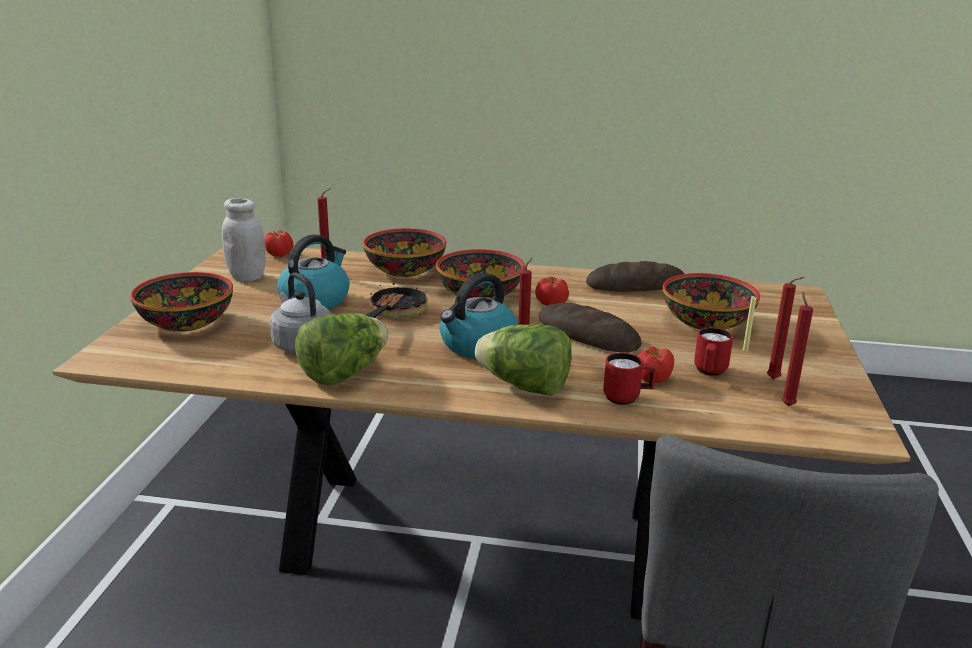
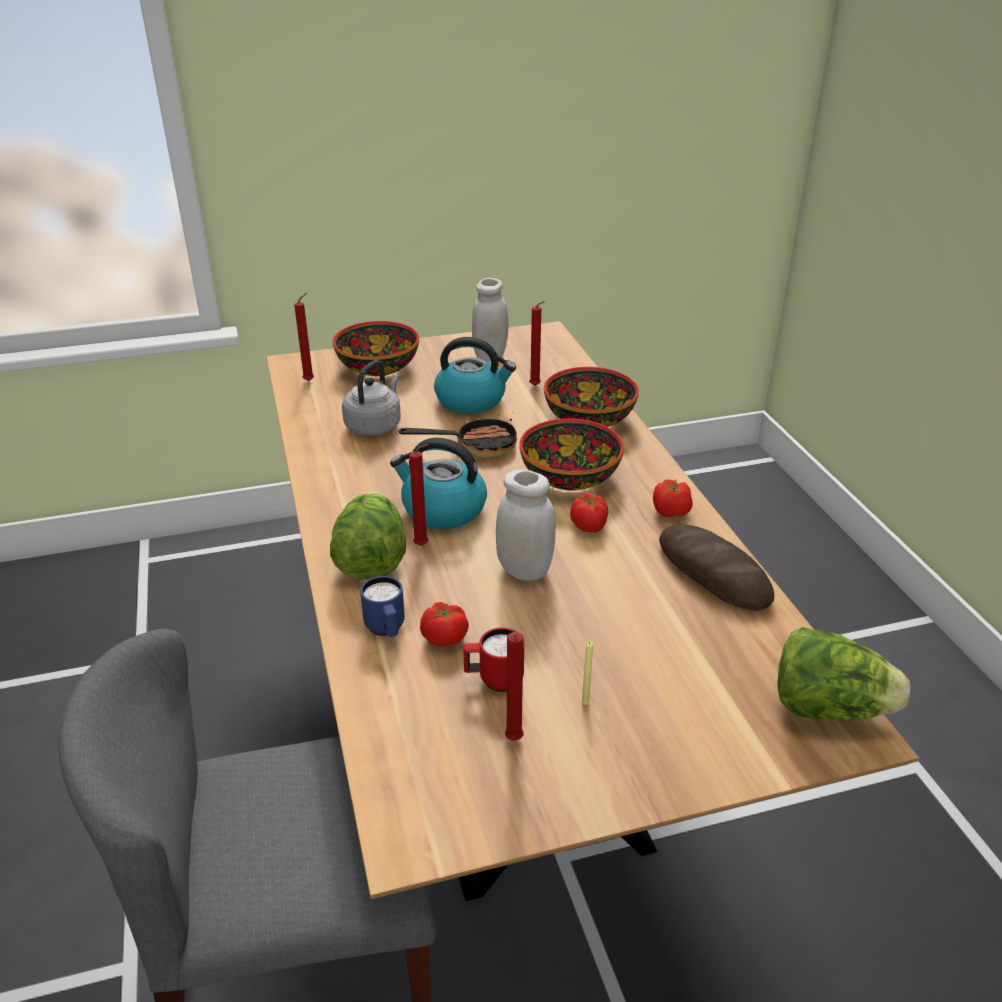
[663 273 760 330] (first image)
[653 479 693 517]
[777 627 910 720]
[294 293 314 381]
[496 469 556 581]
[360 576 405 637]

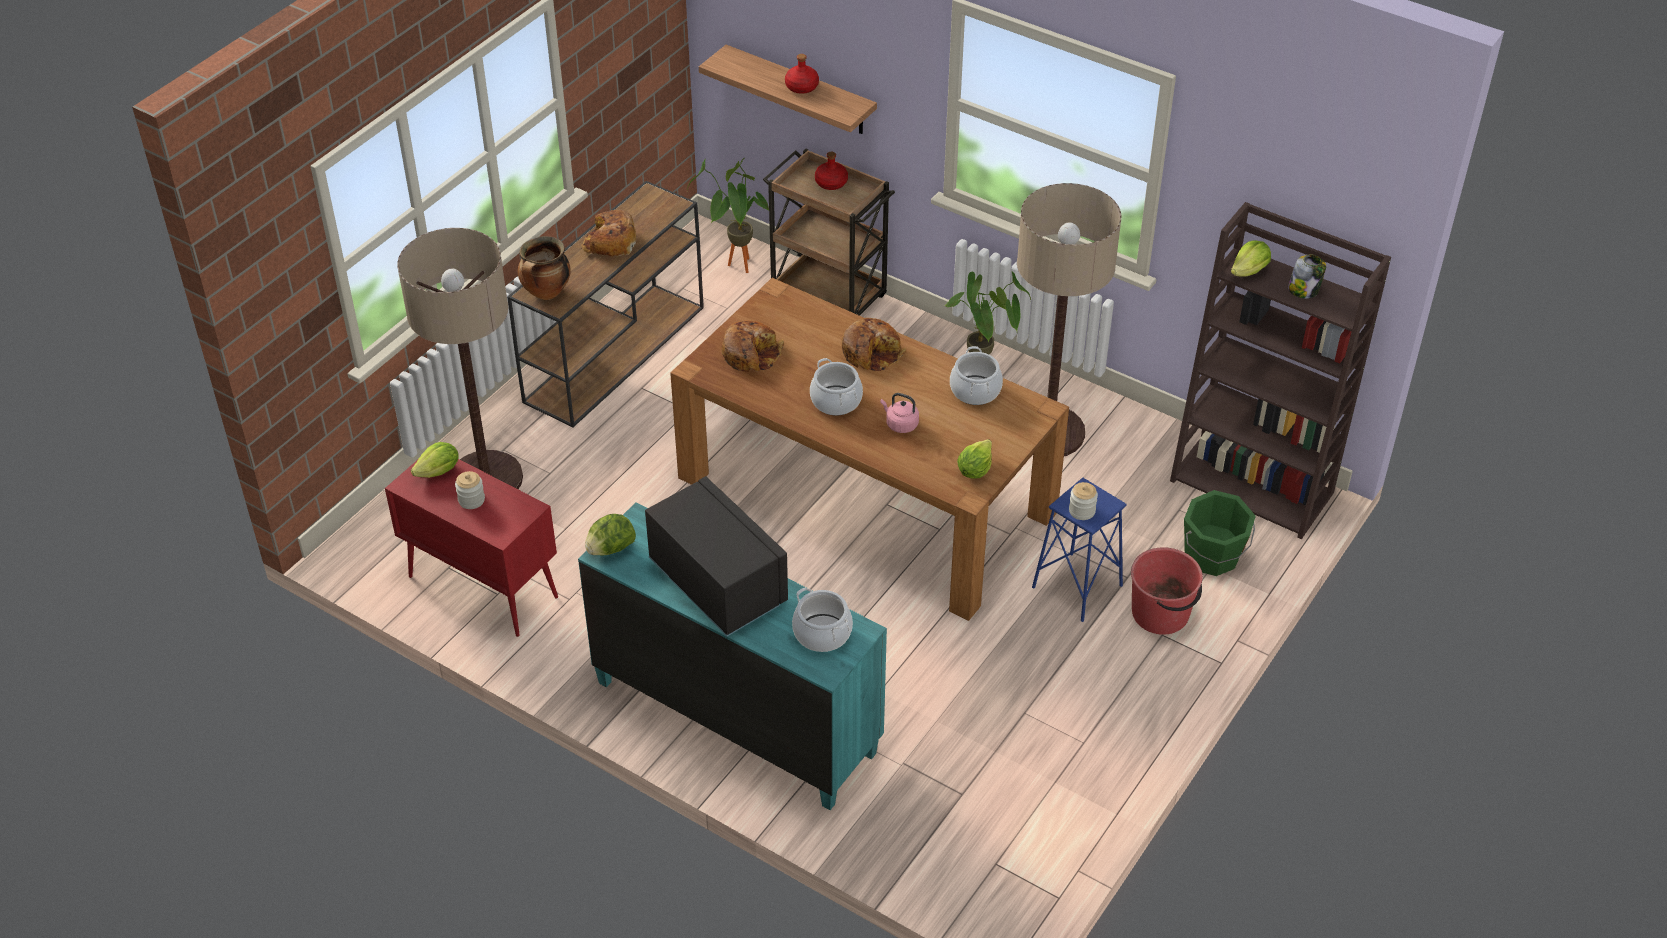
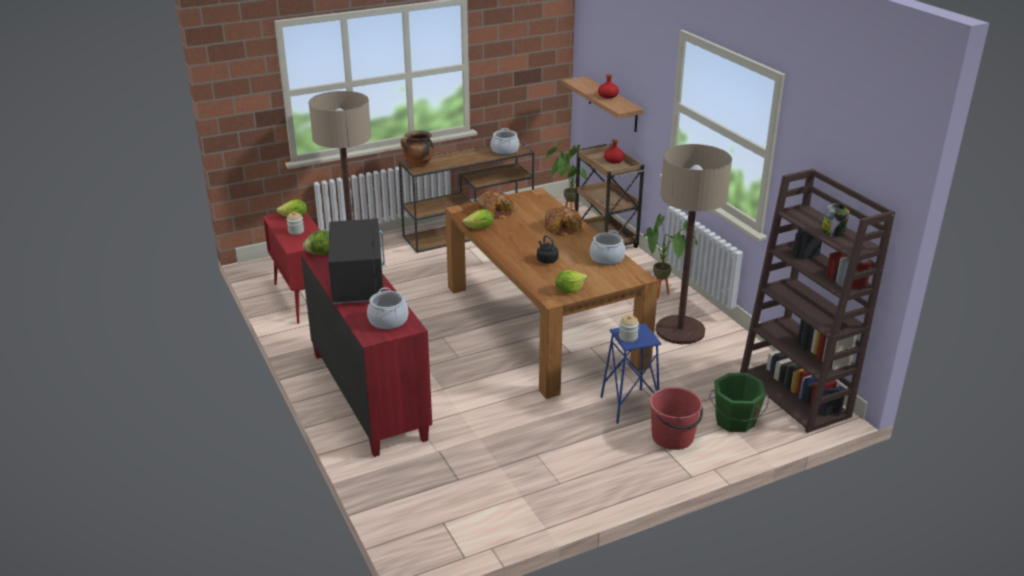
[581 210 637 257] (first image)
[491 128 519 155]
[462 209 494 229]
[301 252 432 457]
[537 235 559 264]

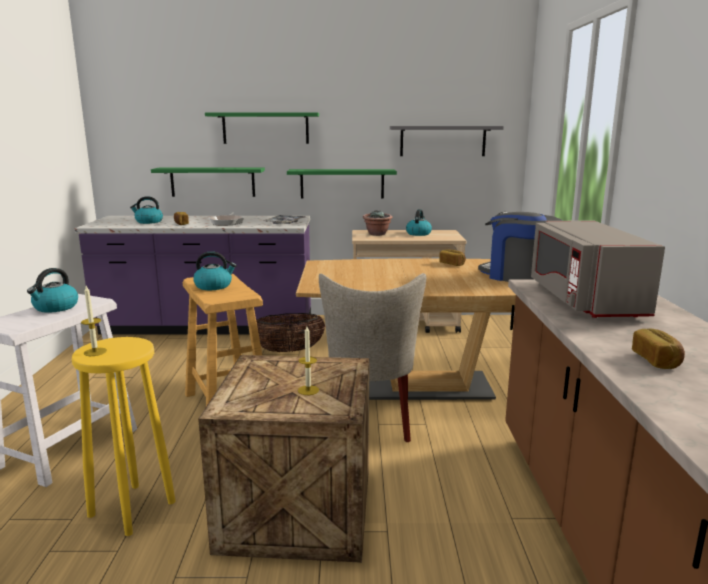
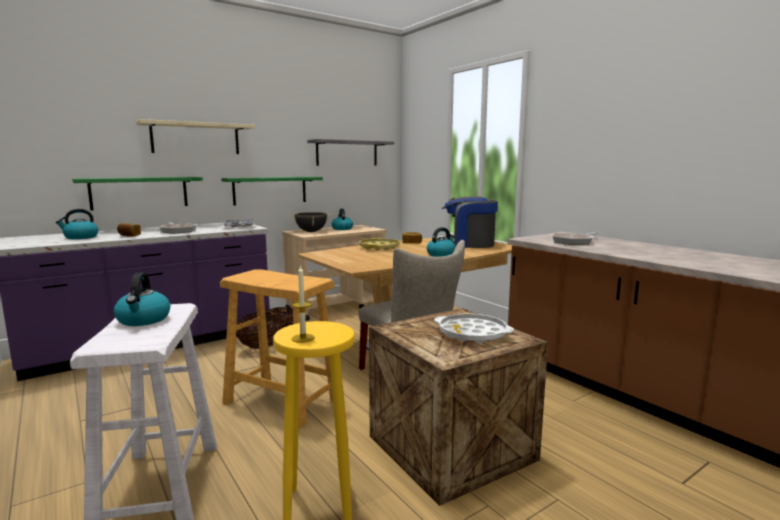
[632 329 685 369] (first image)
[359 238 400 250]
[427 227 456 257]
[434 314 514 343]
[291 212 331 232]
[552 232 598 245]
[136 119 255 154]

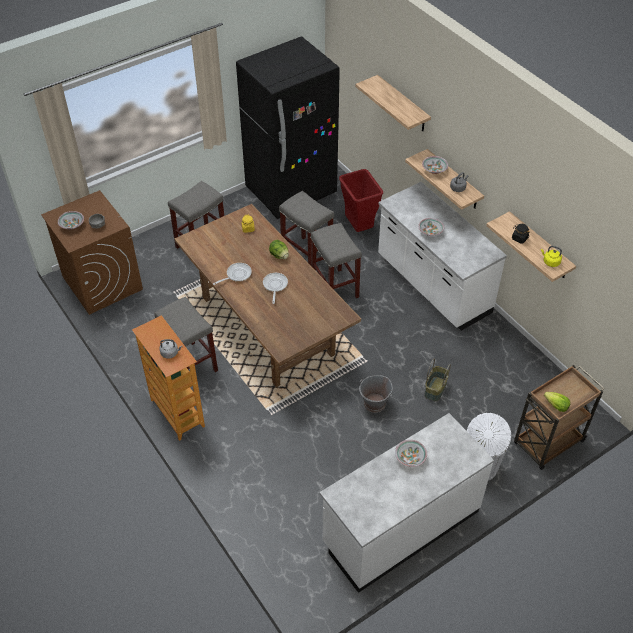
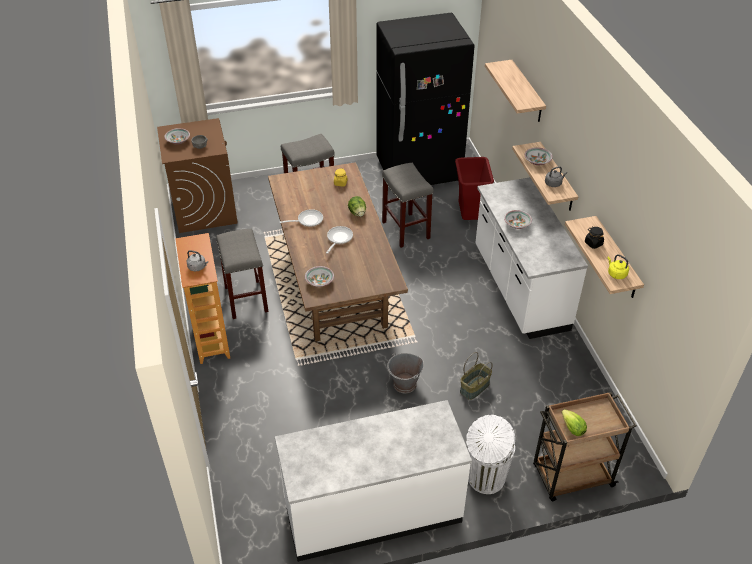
[310 223 362 298] (first image)
[305 266 334 287]

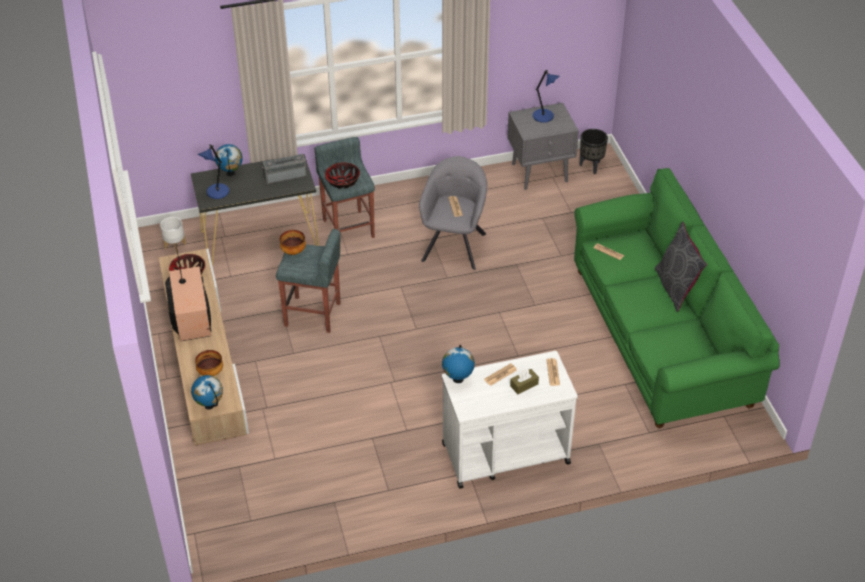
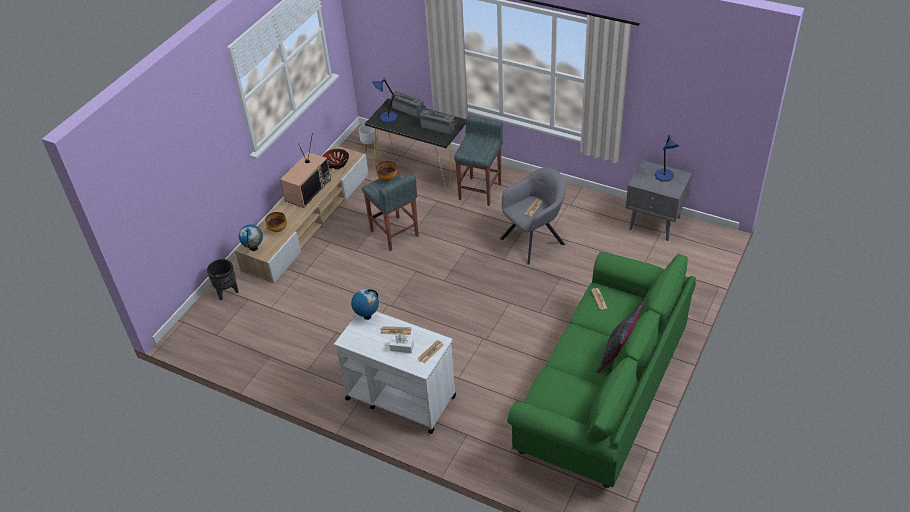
[325 162 360 189] (first image)
[207 259 239 300]
[391 91 426 118]
[389 335 414 353]

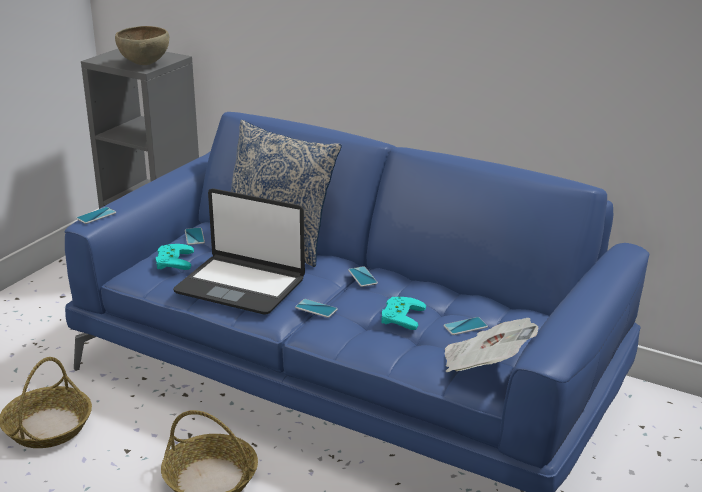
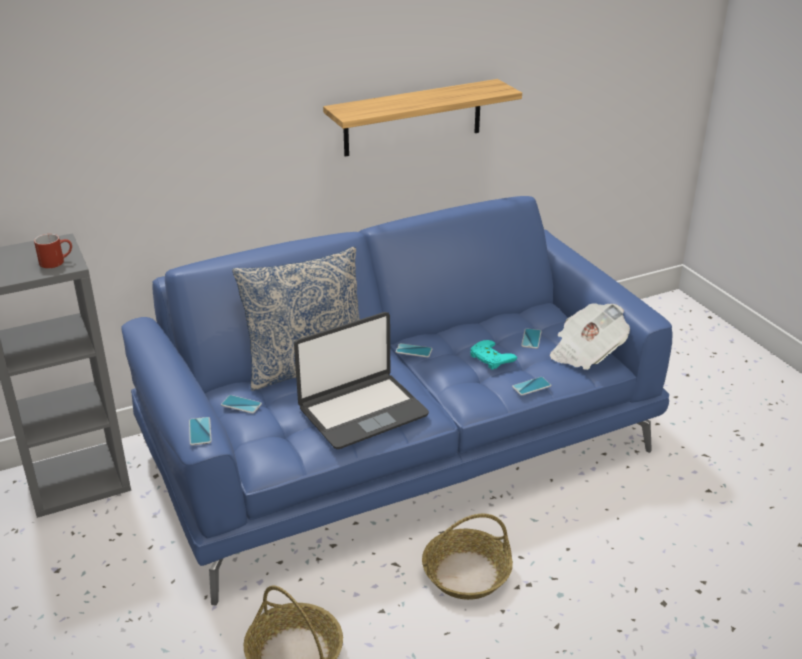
[156 244 194 270] (first image)
[323 79 522 157]
[512 377 551 396]
[34 234 72 268]

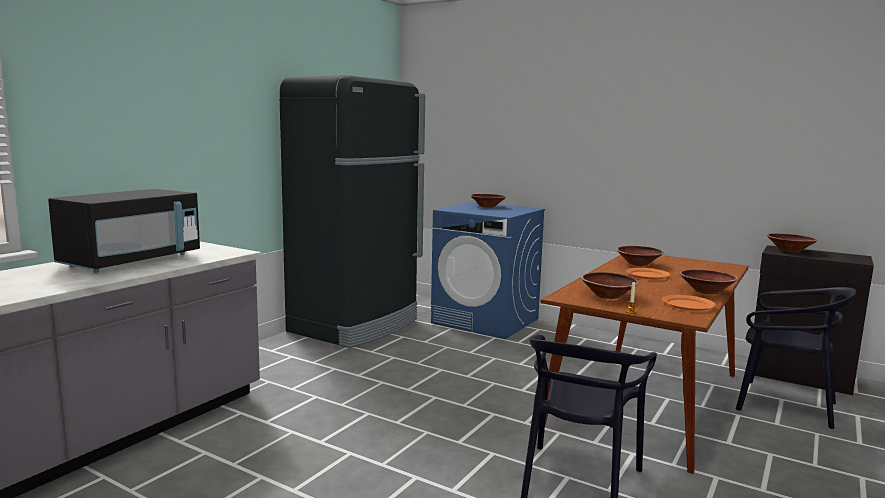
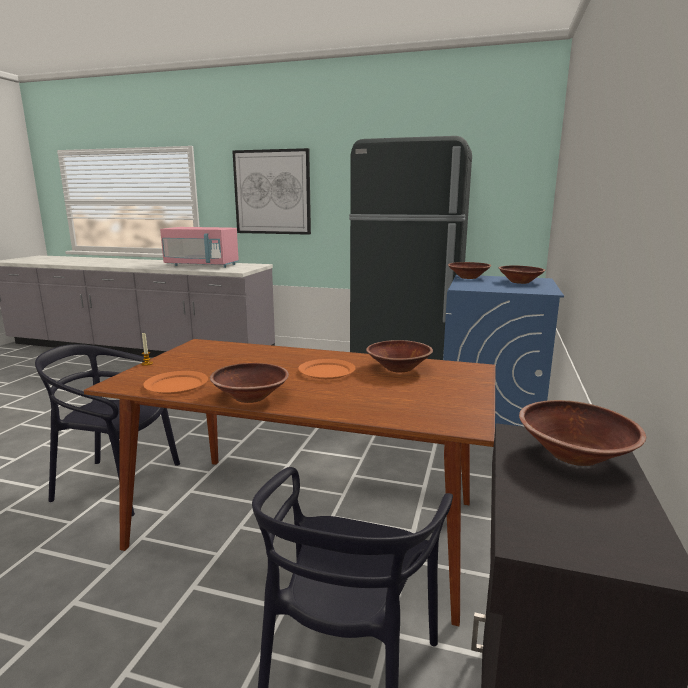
[232 148 311 235]
[448 262 491 279]
[160 227 239 268]

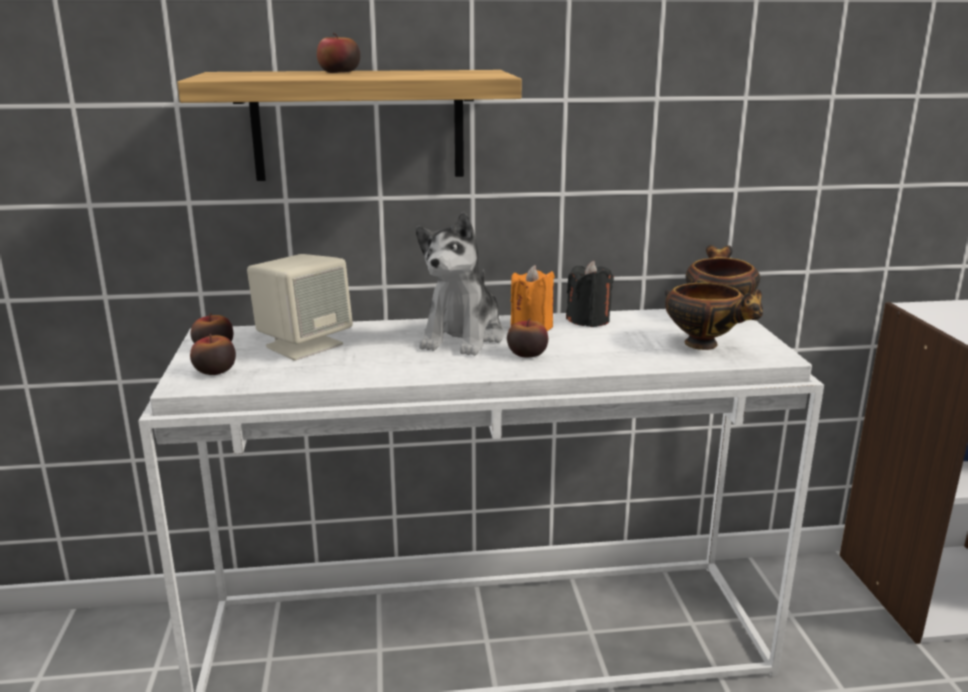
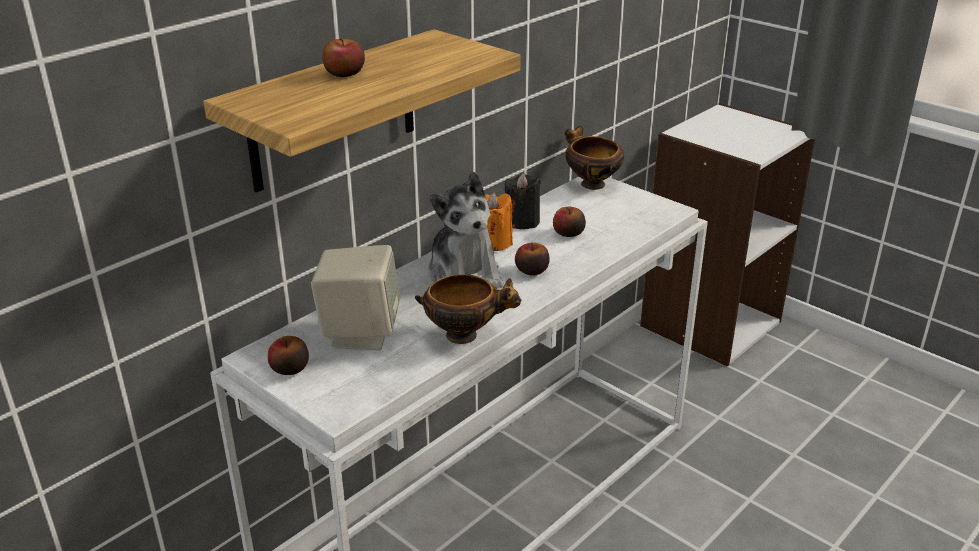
[553 207 586 237]
[415 274 522 344]

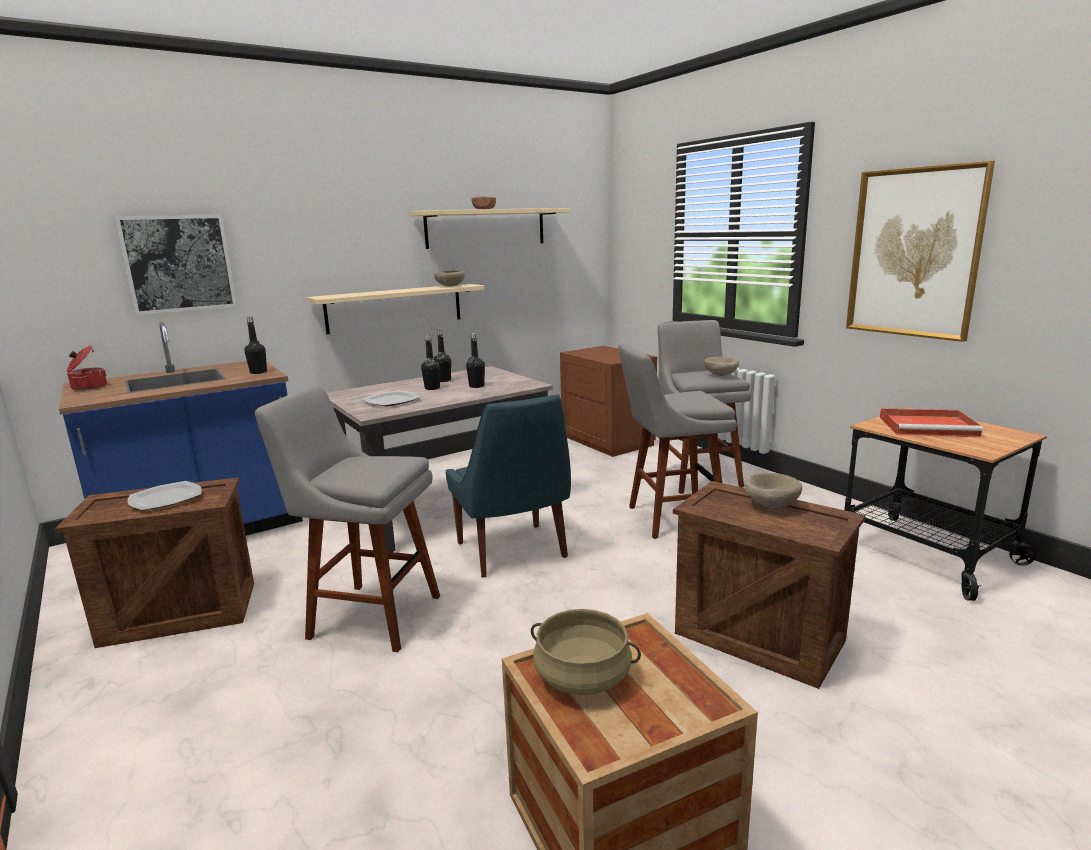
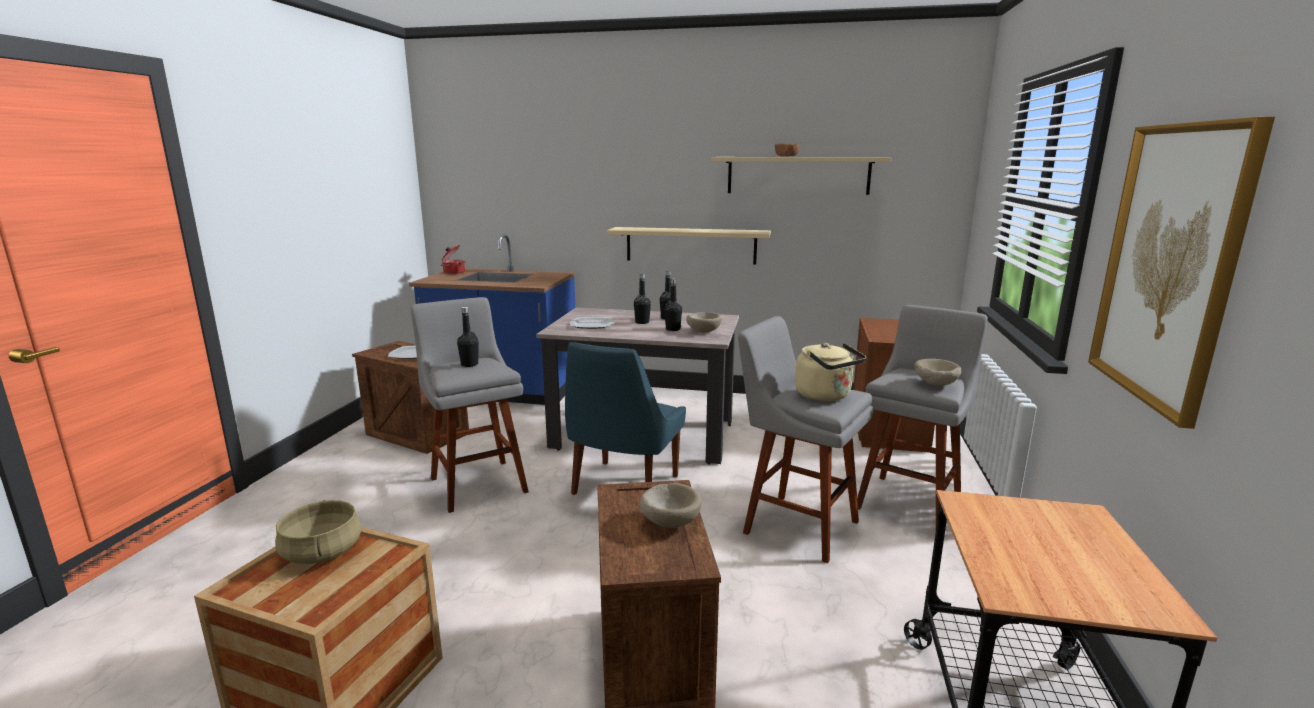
[115 214 237 315] (first image)
[880 408 983 437] (first image)
[795 343 866 401]
[457 307 478 367]
[686 312 722 333]

